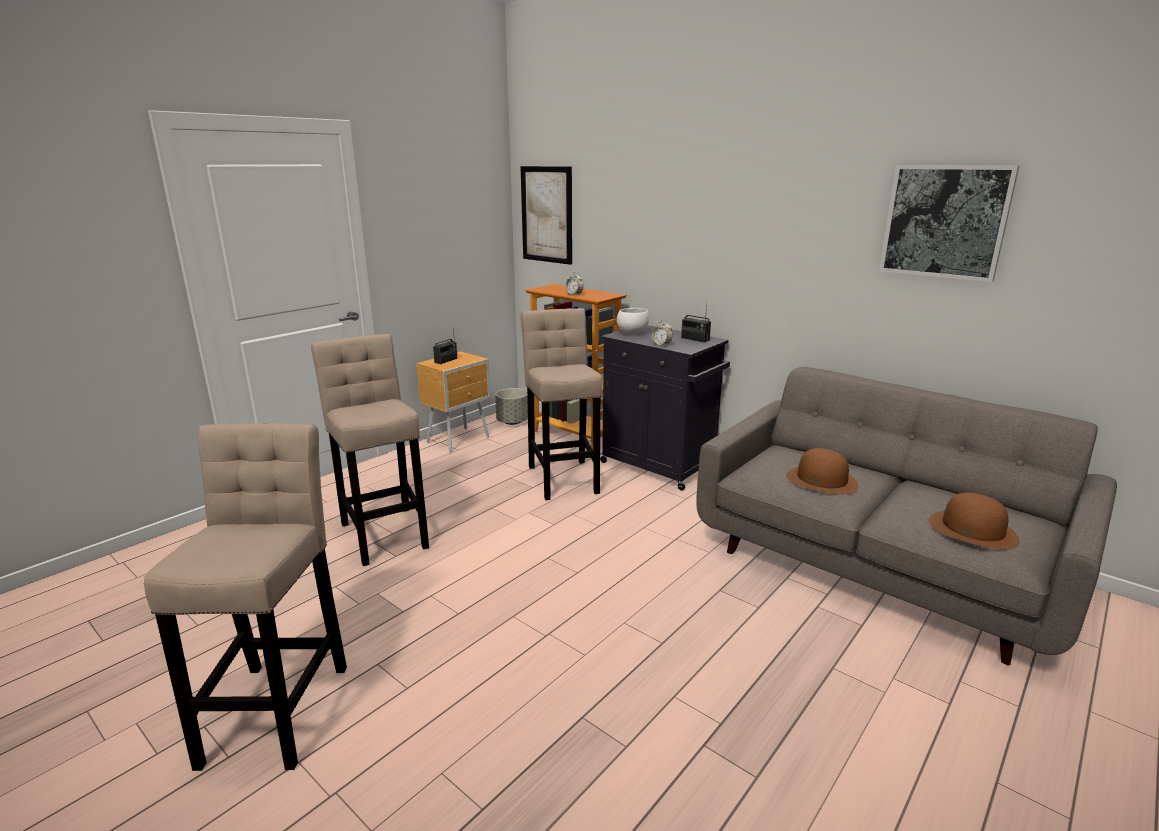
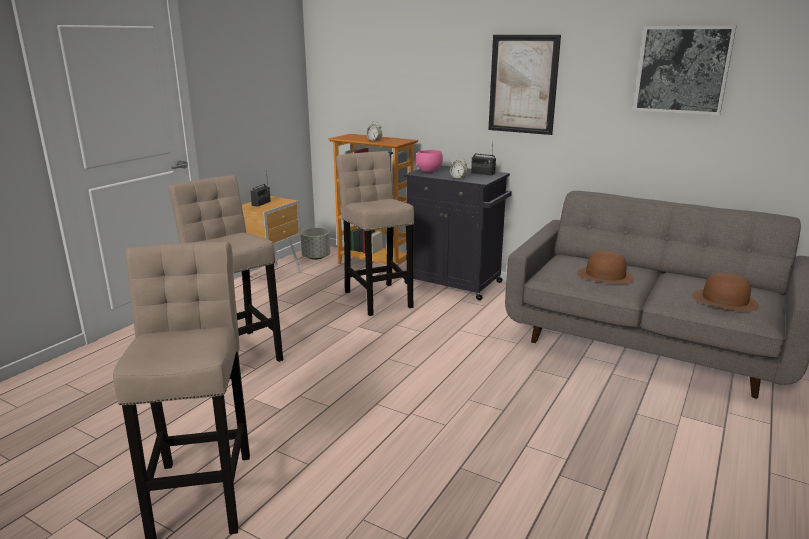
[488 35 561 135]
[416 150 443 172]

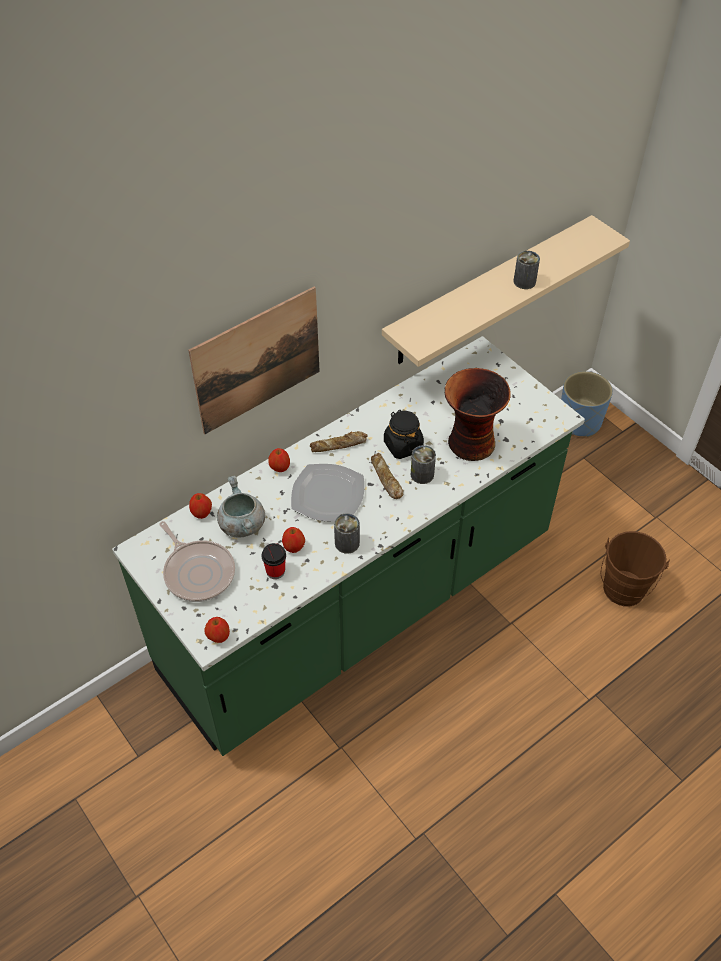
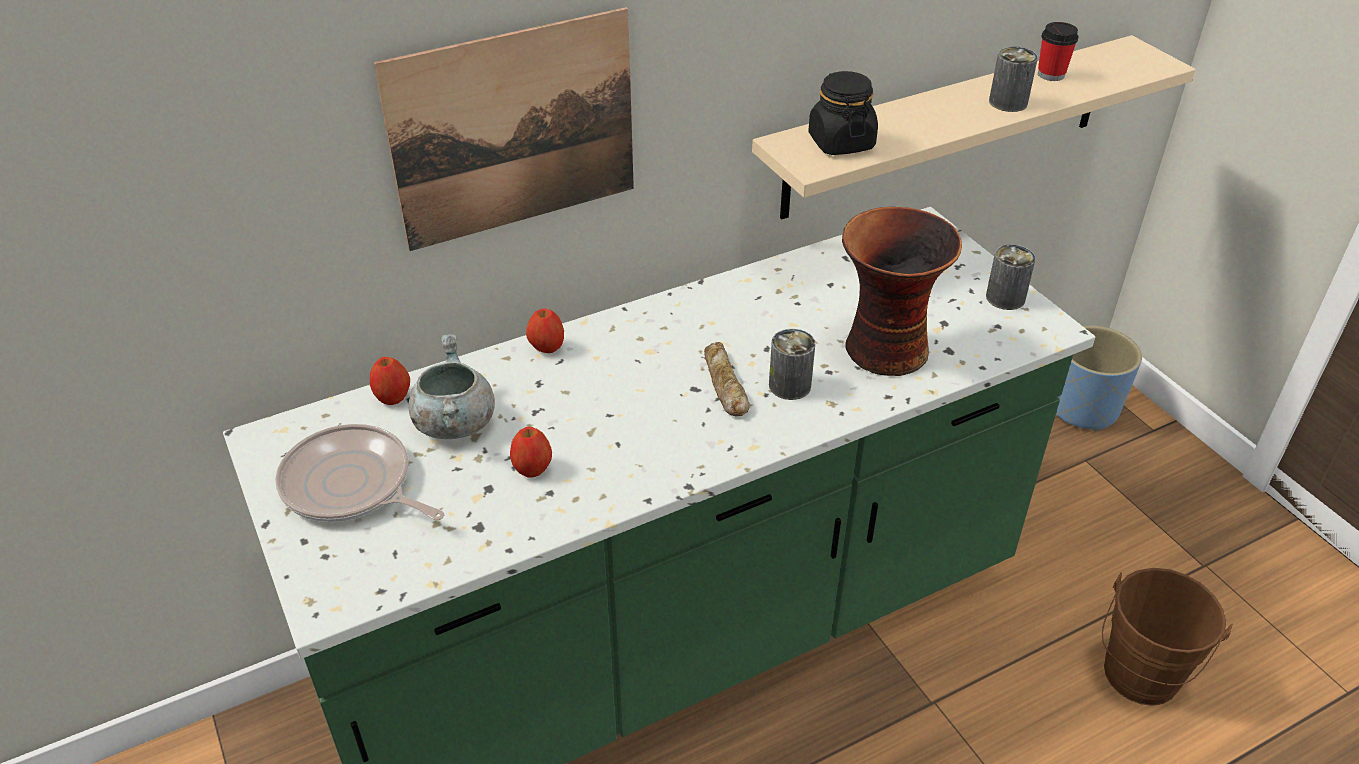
[204 617 230 643] (first image)
[291 464 364 522] (first image)
[310 431 368 452] (first image)
[1038 22 1079 81]
[986 245 1036 310]
[808 71 878 155]
[275 424 445 522]

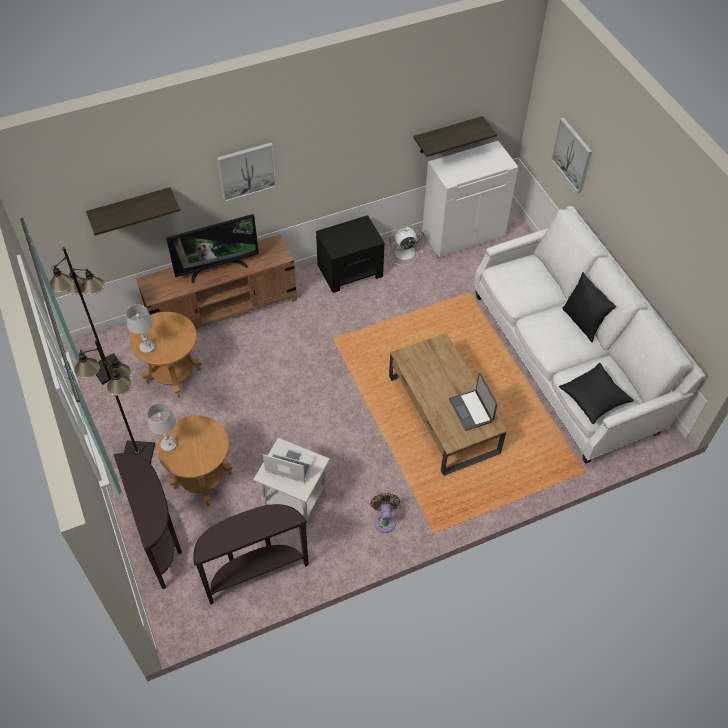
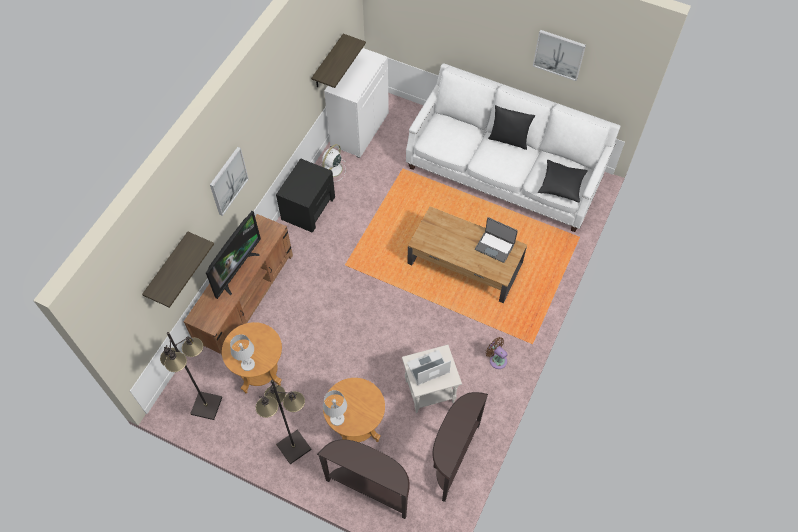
[533 30 586 81]

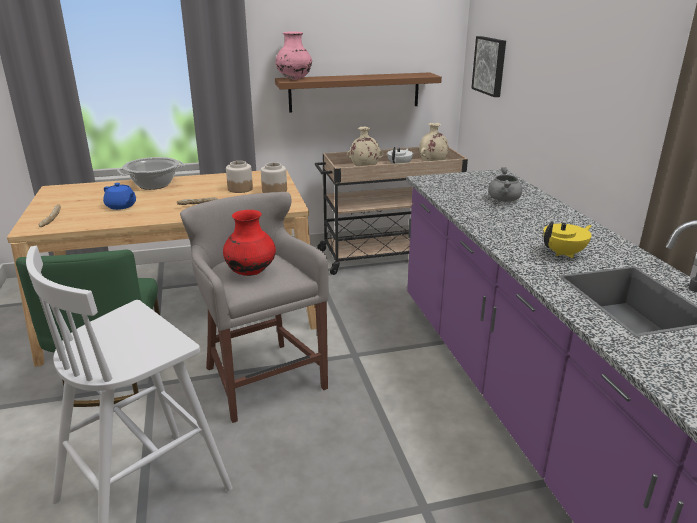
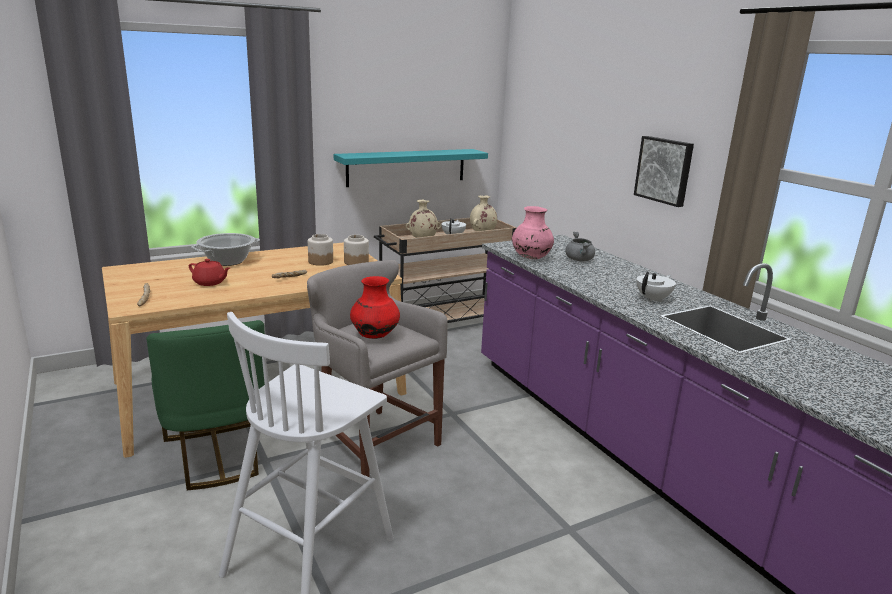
[512 206 554 259]
[634 136 694 207]
[189 259 230 286]
[334 149 488 187]
[636 272 676 302]

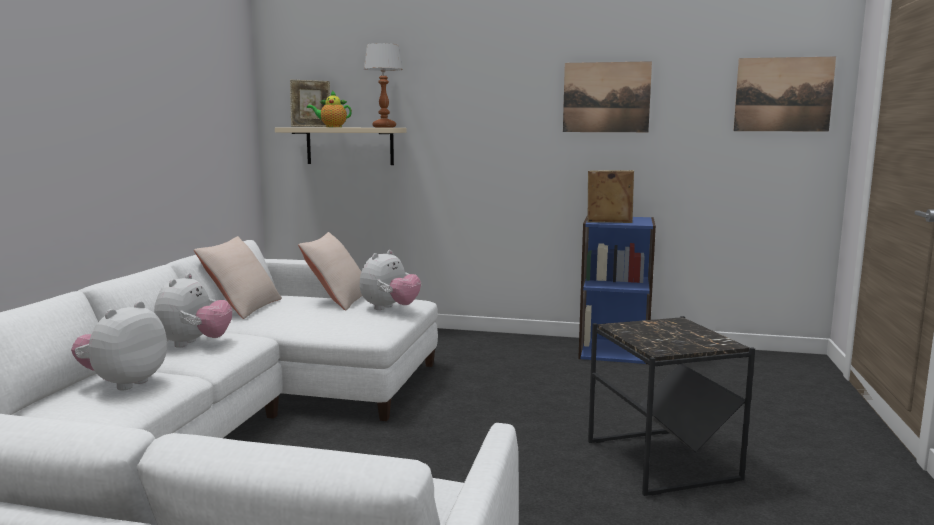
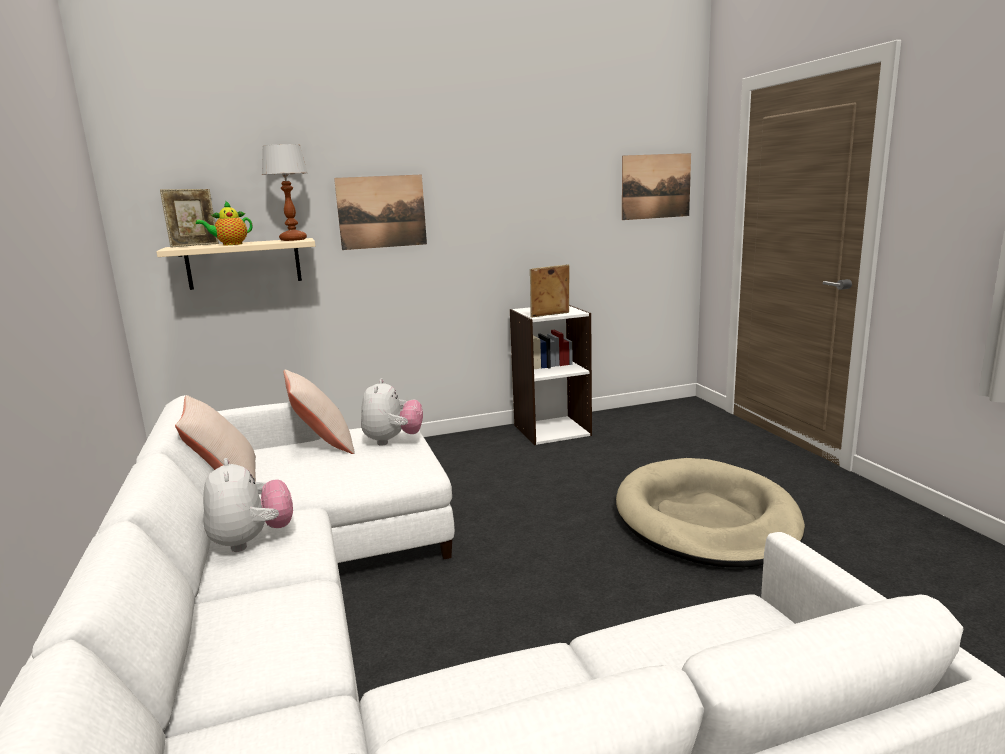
[71 301 167 390] (first image)
[334 174 427 250]
[616 458 805 568]
[510 305 592 445]

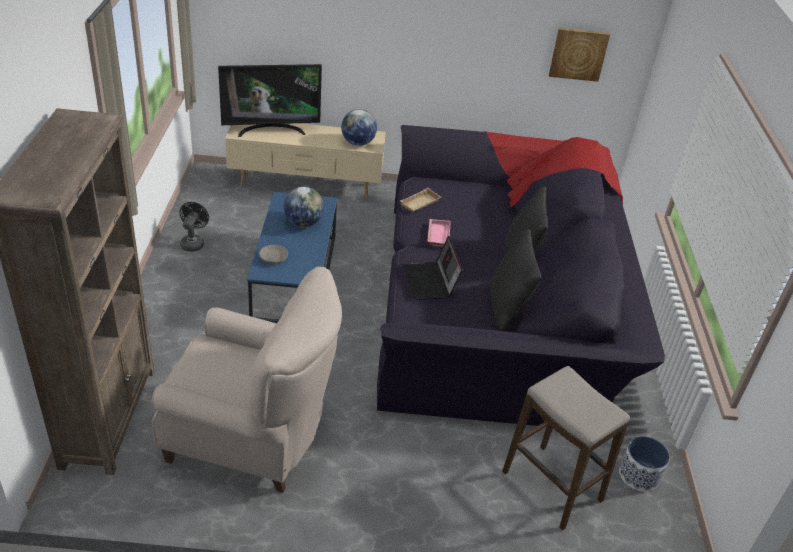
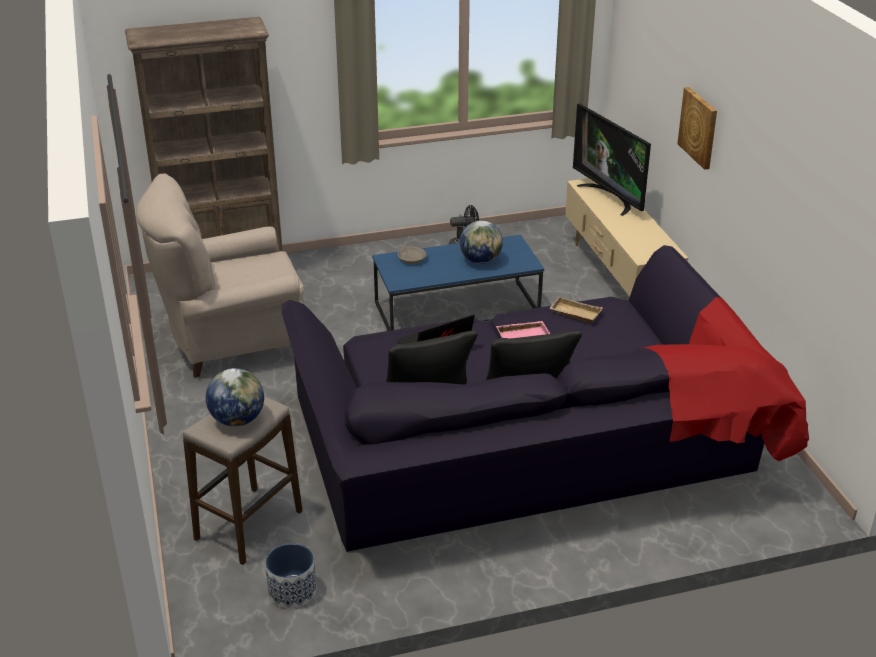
[206 368 264 427]
[677 87 717 170]
[136 174 305 378]

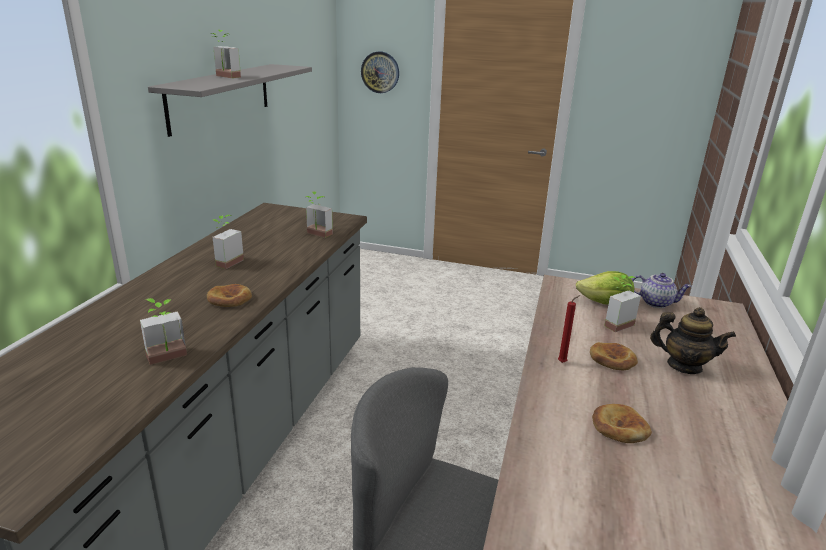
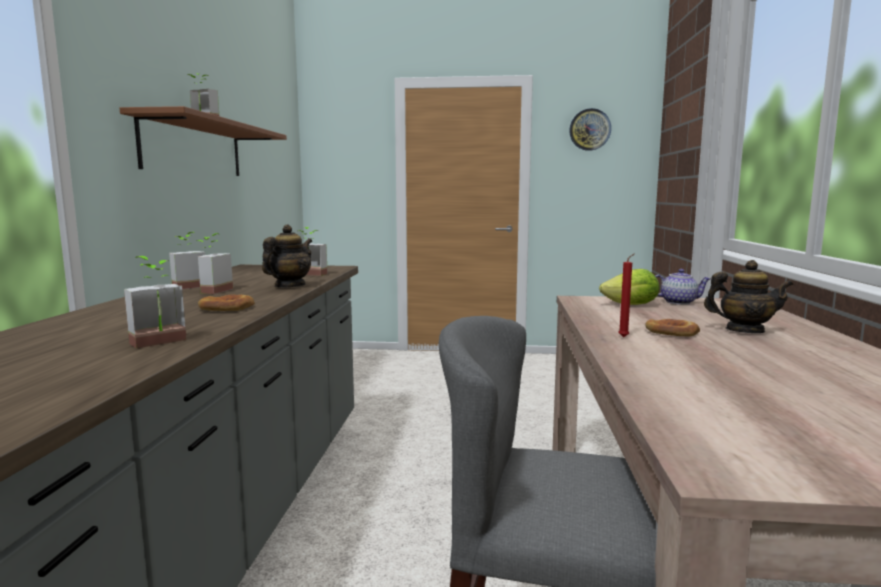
[592 404 652 443] (first image)
[262 224 312 288]
[569 108 611 151]
[169 232 205 289]
[120 106 287 176]

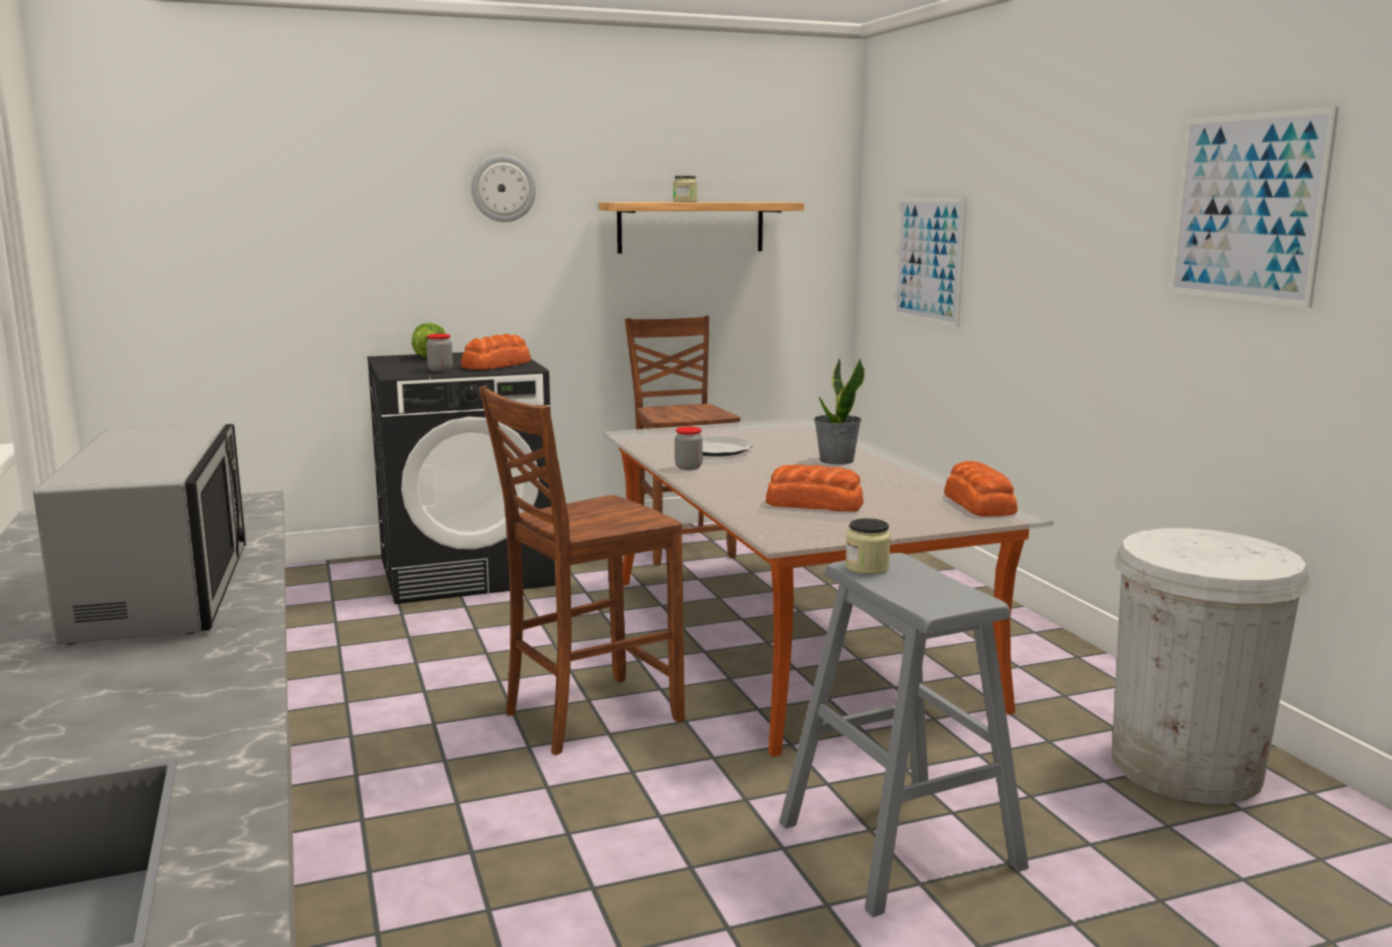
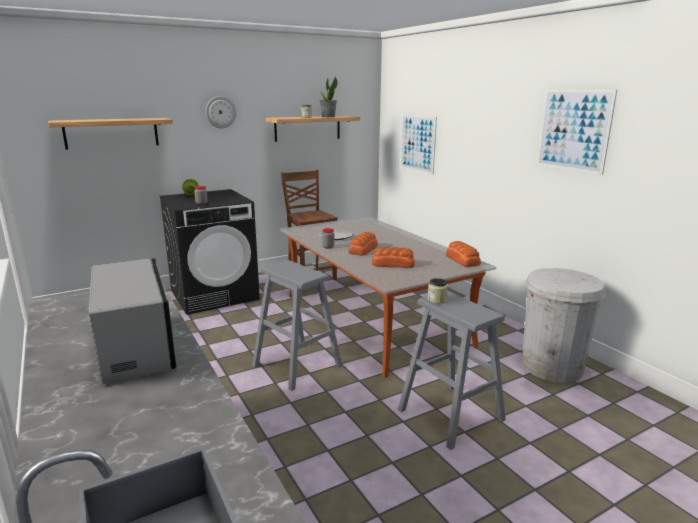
[48 118 173 150]
[348 232 378 255]
[320 76 337 117]
[252 260 342 391]

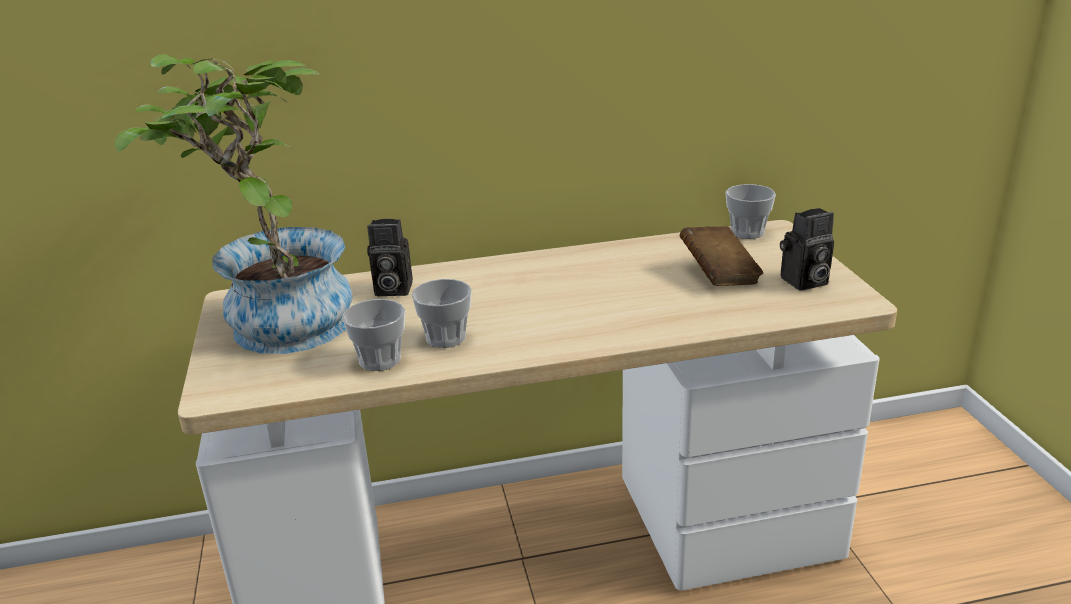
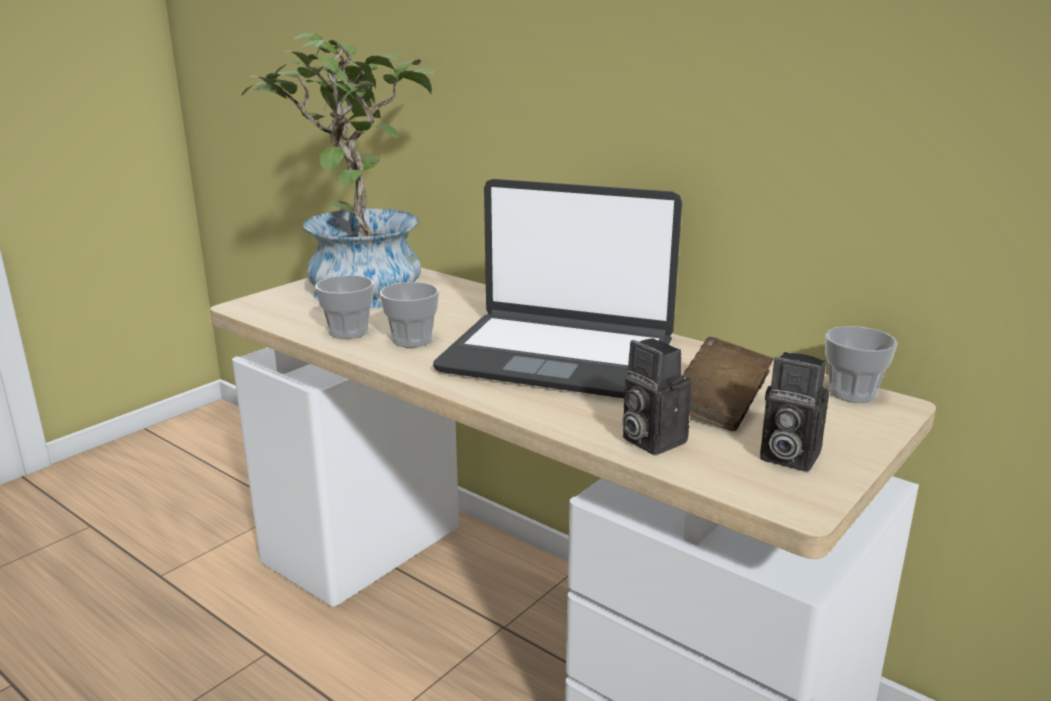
[433 179 682 398]
[622 338 691 455]

